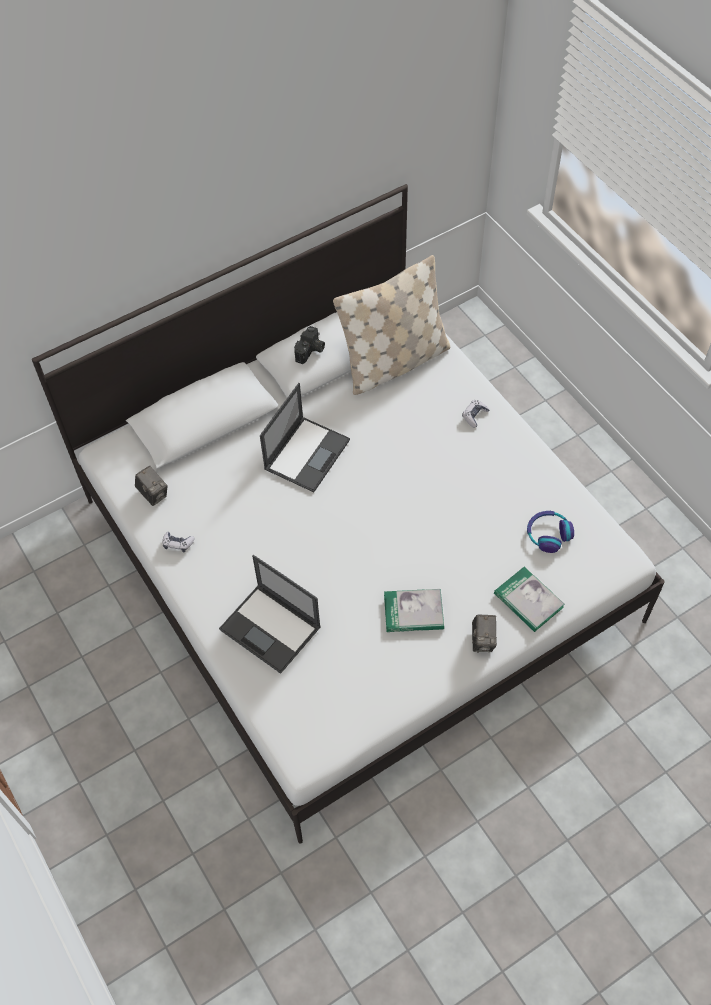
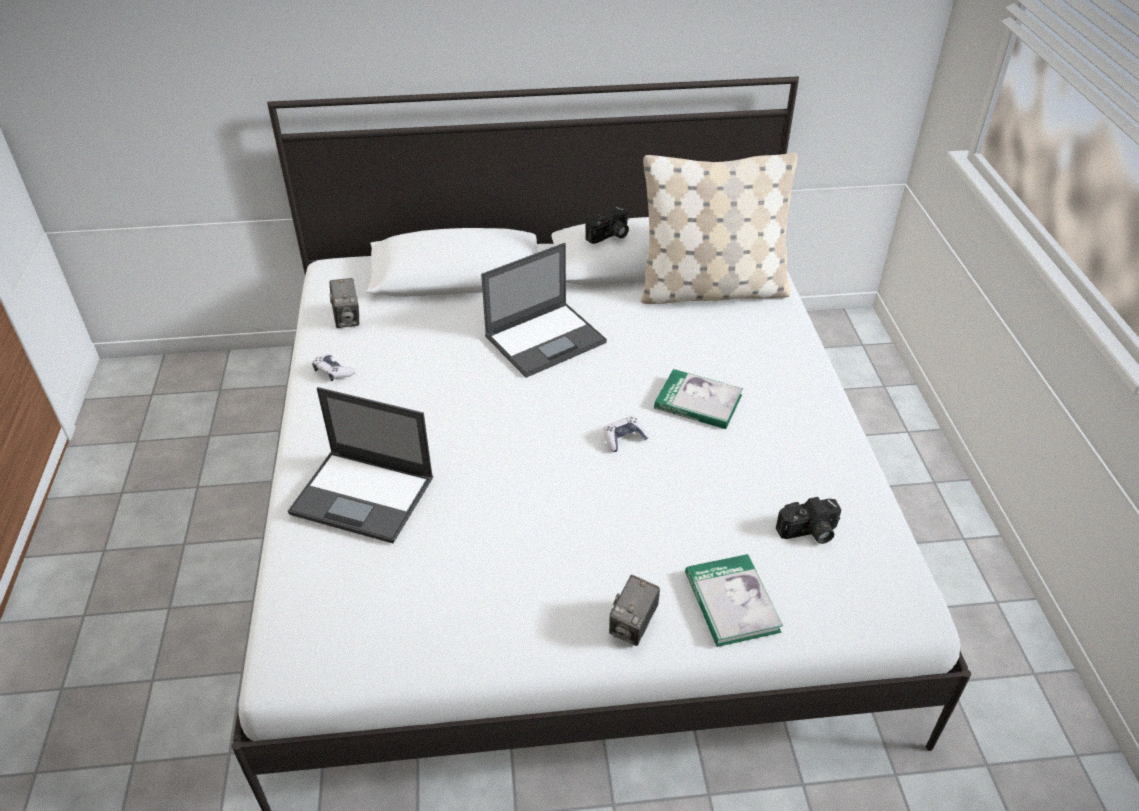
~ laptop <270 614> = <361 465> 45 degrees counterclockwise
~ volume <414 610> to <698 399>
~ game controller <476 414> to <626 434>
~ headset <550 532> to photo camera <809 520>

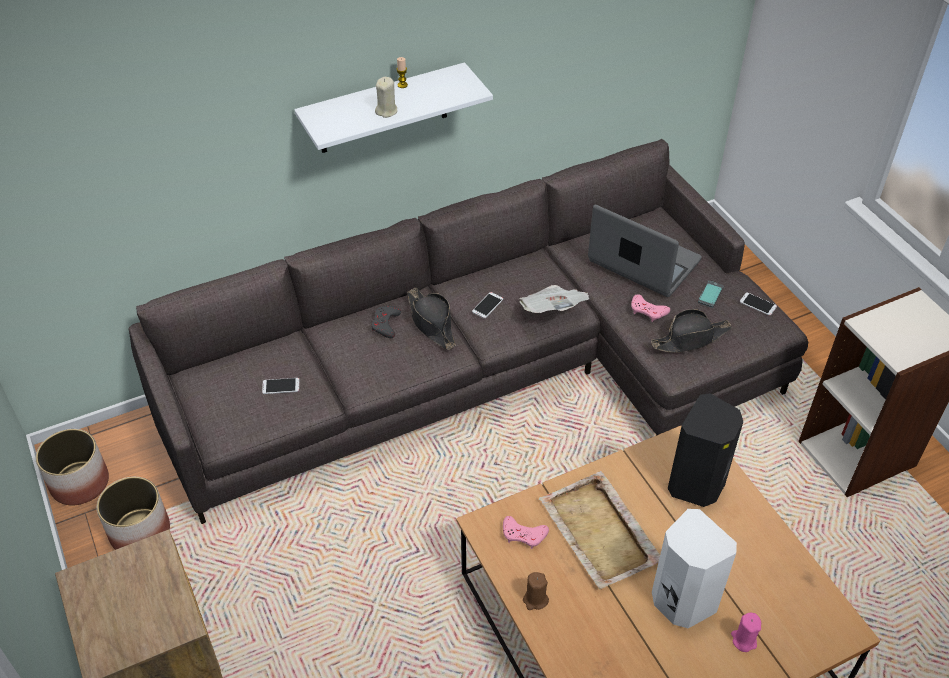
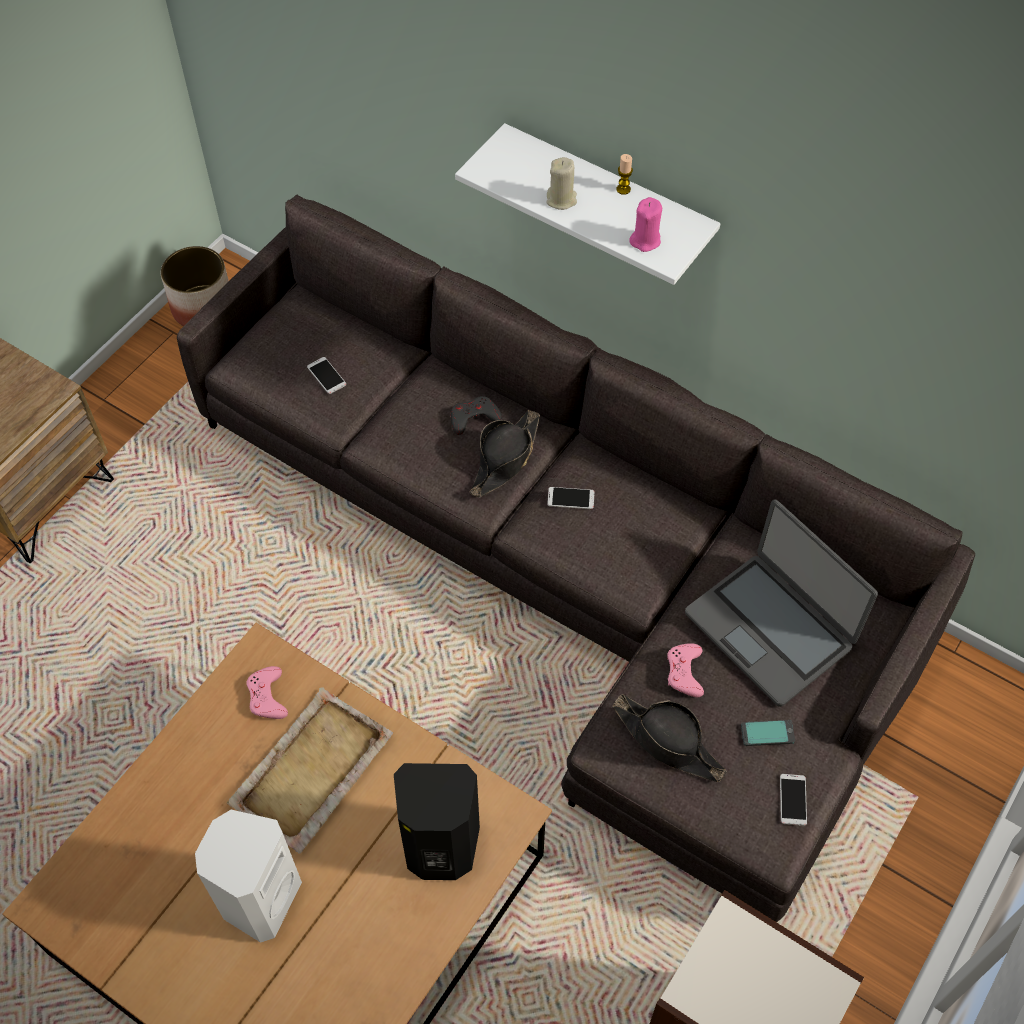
- flower pot <133 513>
- printed paper <554 299>
- candle in brown <536 591>
~ laptop <645 251> = <781 603> 135 degrees clockwise
~ candle in pink-coloured <746 632> to <645 224>

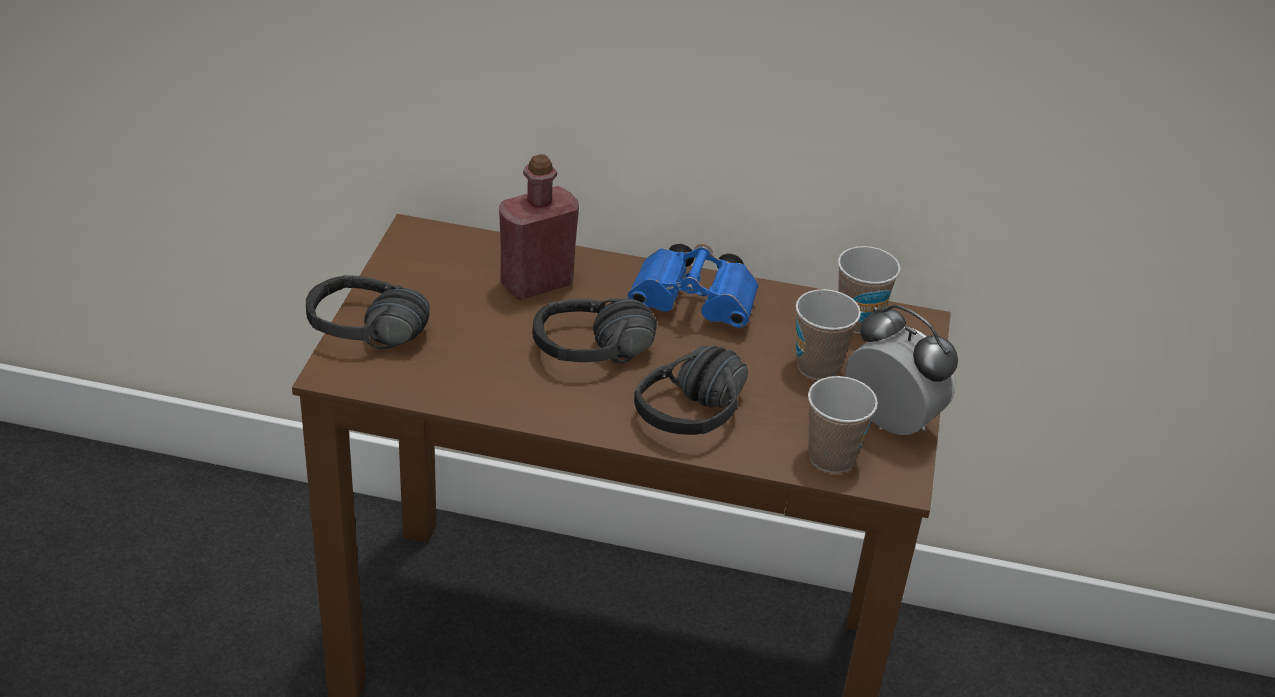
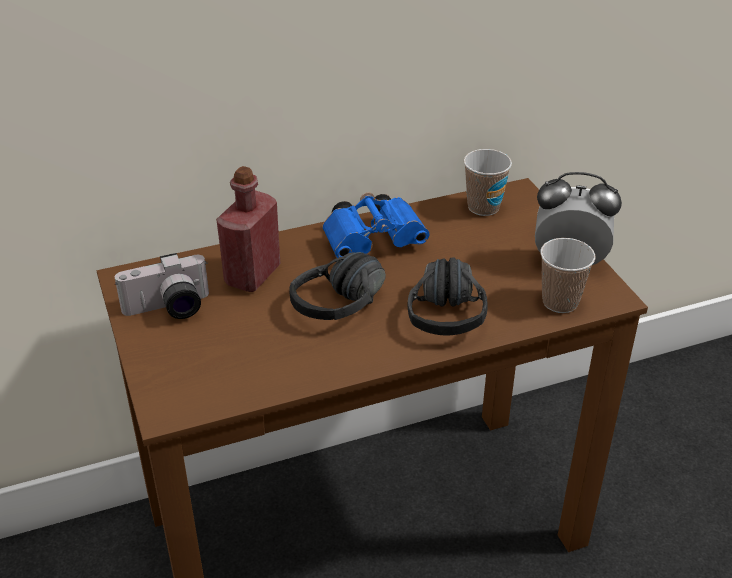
- headset in black-coloured <368 312>
- cup <828 334>
+ photo camera <162 286>

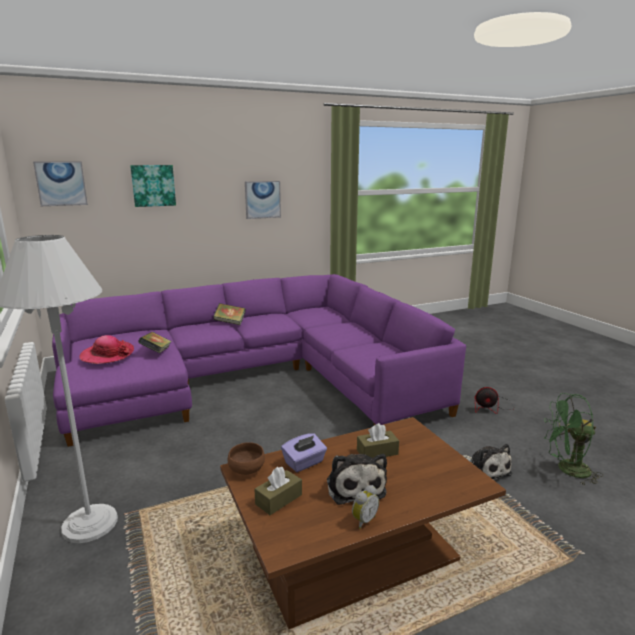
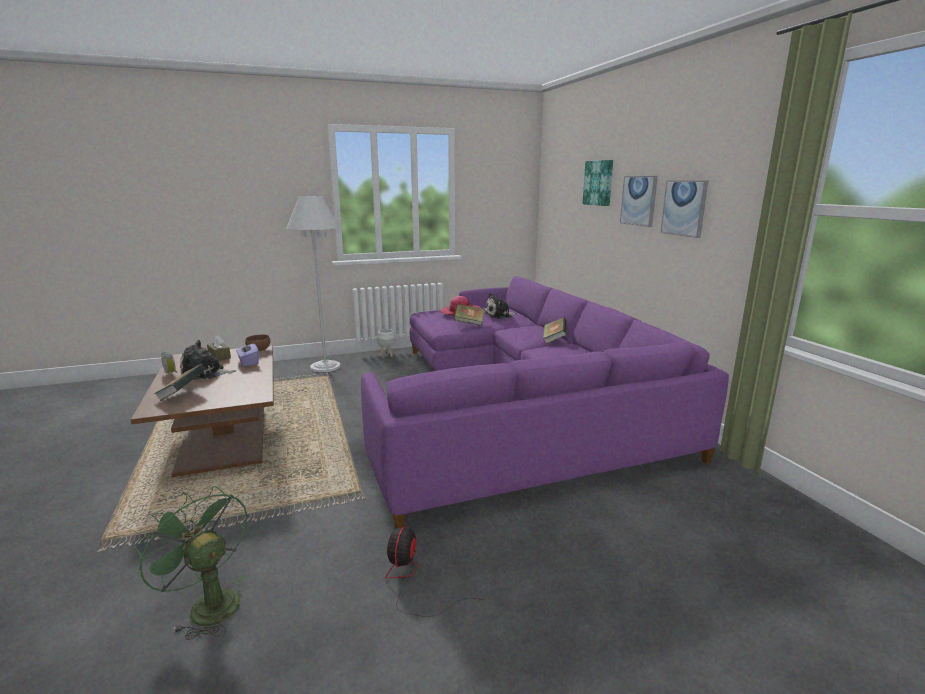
~ wall picture <60 183> to <639 201>
- tissue box in brown <378 440>
~ soft toy <487 462> to <500 305>
~ cooling fan in green <574 439> = <190 563> 60 degrees counterclockwise
+ volume <180 382>
+ flower pot in white-coloured <386 343>

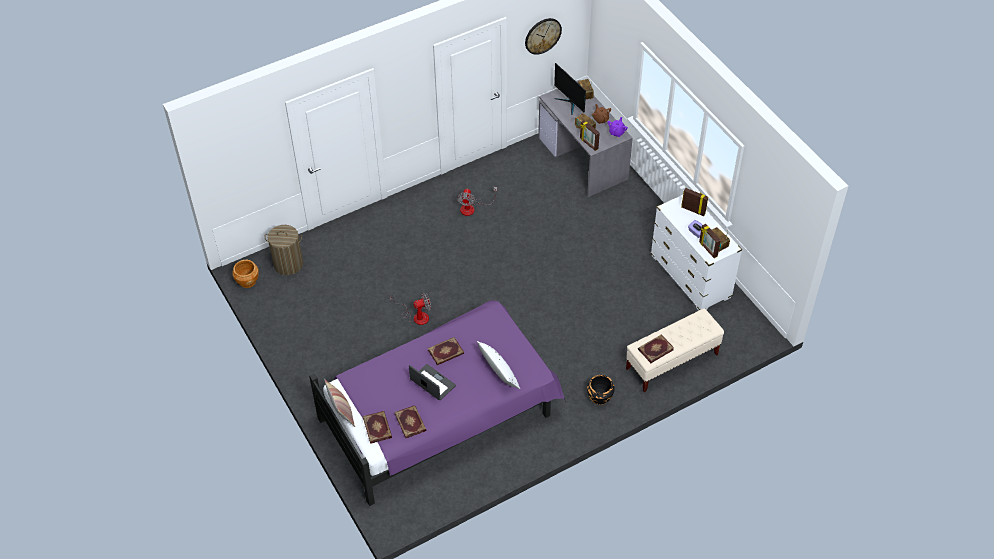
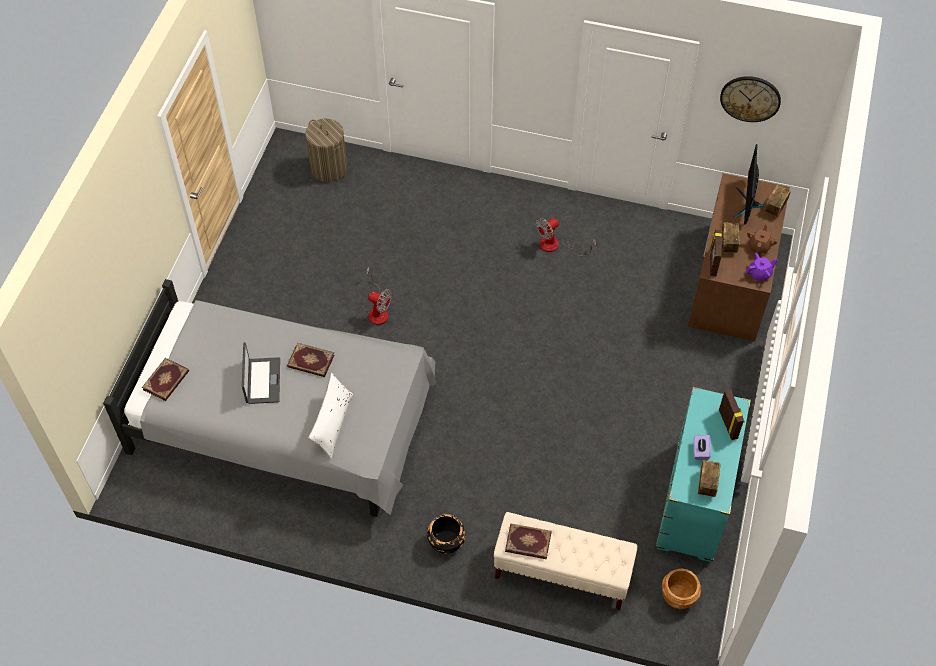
~ flower pot in brown <245 274> to <681 589>
~ bedroom bed in purple <437 403> to bedroom bed in grey <269 398>
- cushion <339 403>
- volume <410 421>
~ desk in grey <585 138> to desk in brown <739 257>
~ dresser in white-coloured <696 253> to dresser in turquoise <703 474>
- standing frame <710 241>

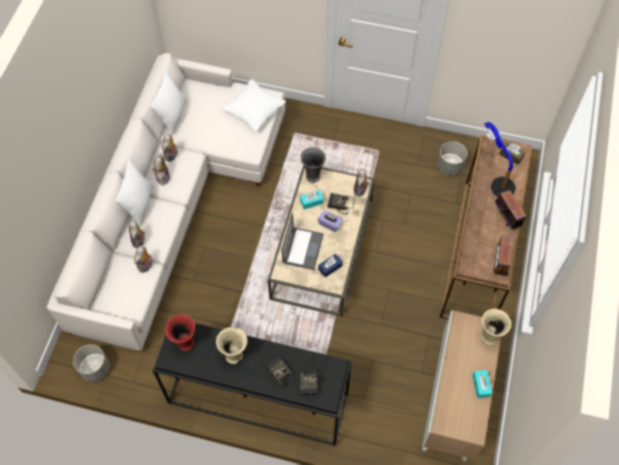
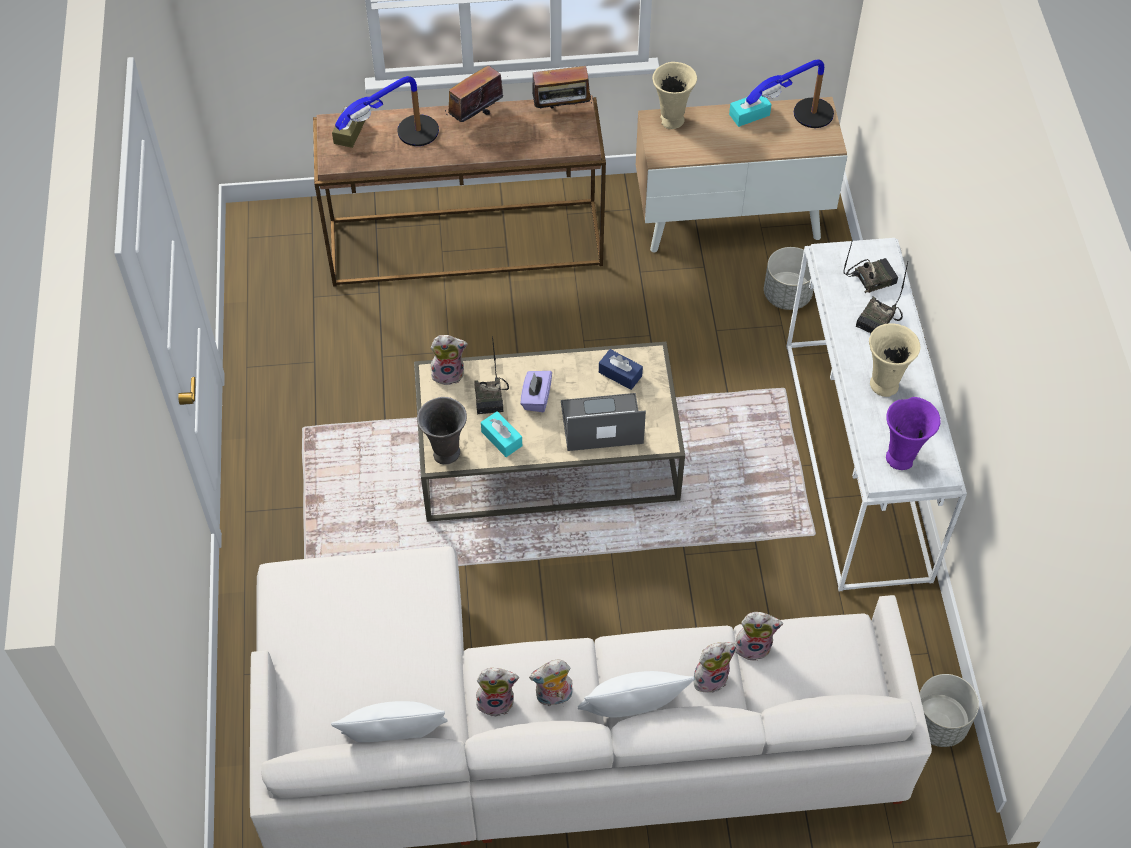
~ console table in black-coloured <252 384> to console table in white-coloured <876 414>
~ flower vase in reddish <180 332> to flower vase in purple <913 433>
- cushion in white-coloured <253 105>
~ flower pot in grey <452 158> to <789 278>
+ tabletop lamp <790 94>

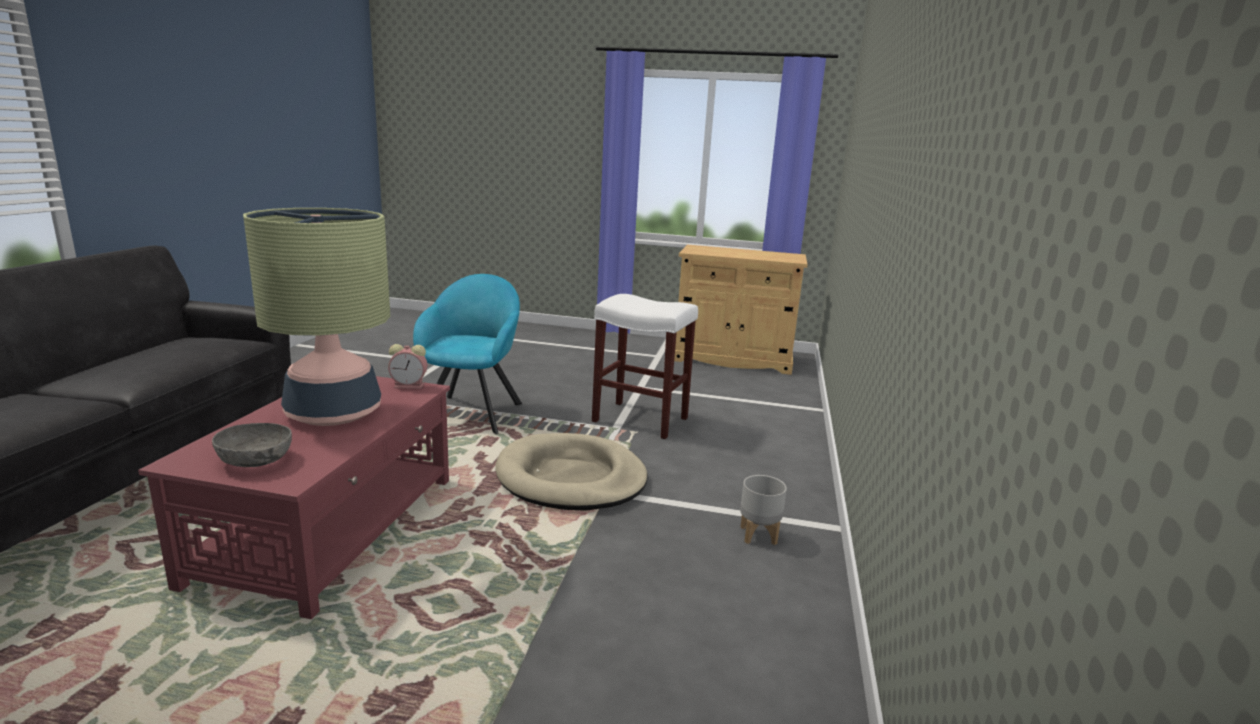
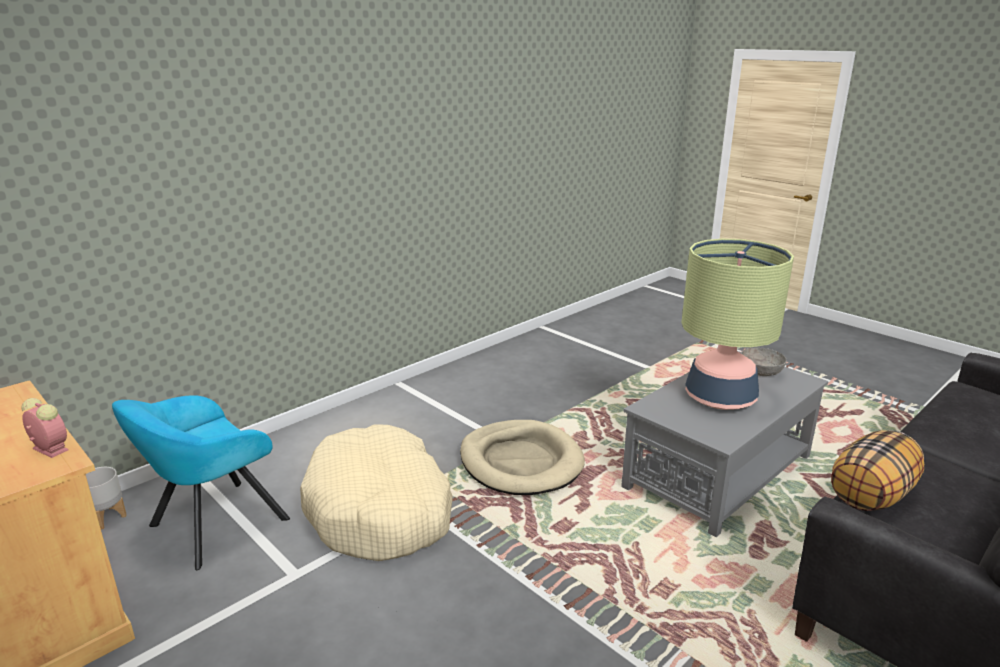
~ lounge table in reddish <294 497> to lounge table in grey <724 444>
~ bedside clock <407 366> to <44 428>
~ lounge chair in turquoise <467 354> to <201 482>
~ stool in white-coloured <645 366> to pet bed in beige-coloured <376 492>
~ flower pot in grey <763 510> to <106 498>
+ cushion <877 470>

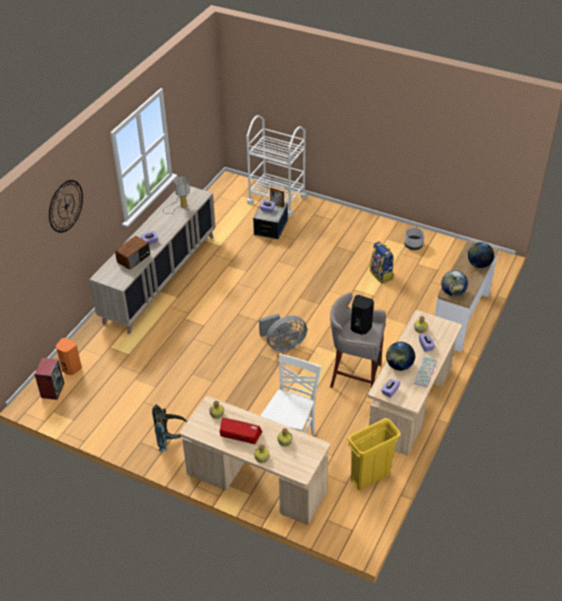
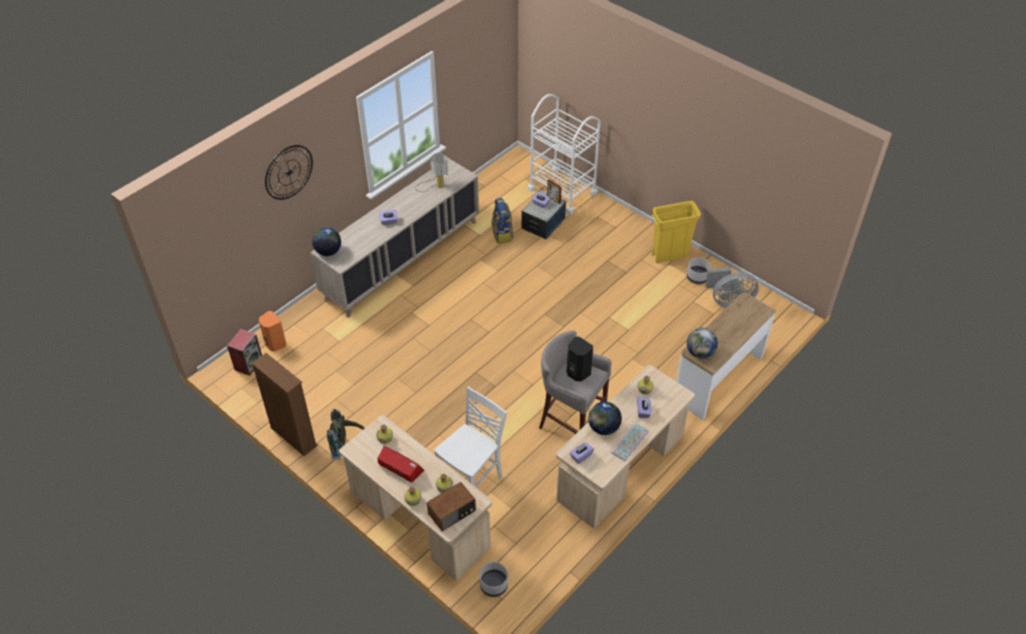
~ radio set <132 253> to <451 506>
~ cooling fan in grey <283 332> to <732 287>
~ rubbish bin in yellowish <374 454> to <676 232>
~ backpack <382 262> to <503 221>
~ world globe <481 255> to <326 241>
+ bookshelf in brown <284 404>
+ flower pot in grey <494 579>

